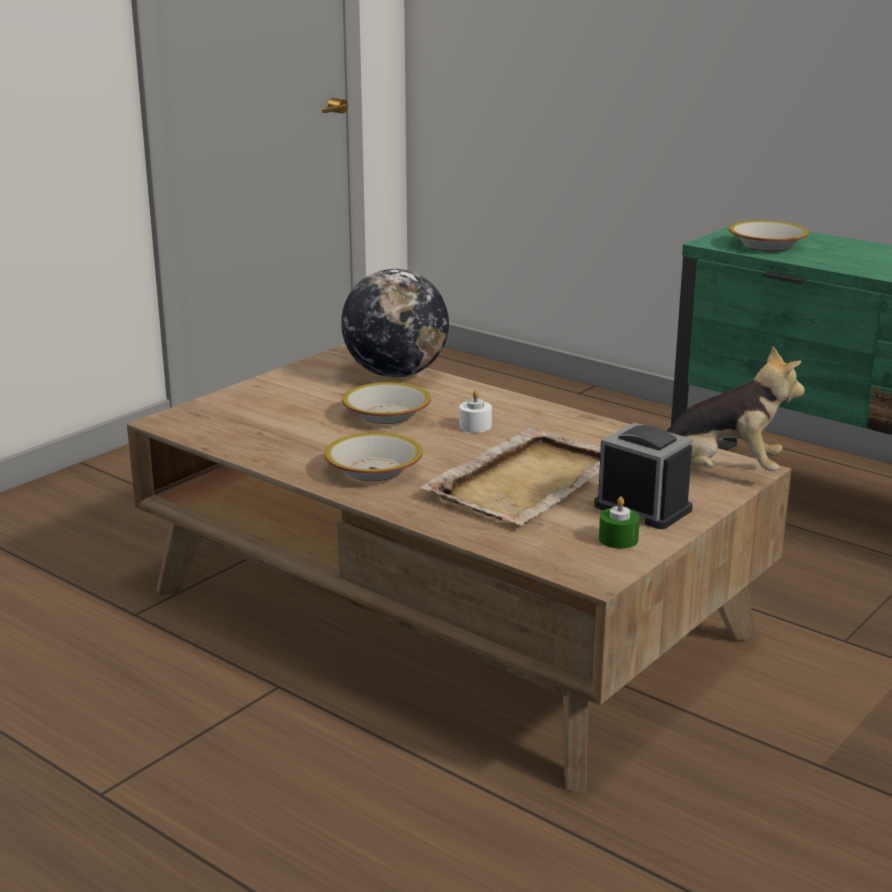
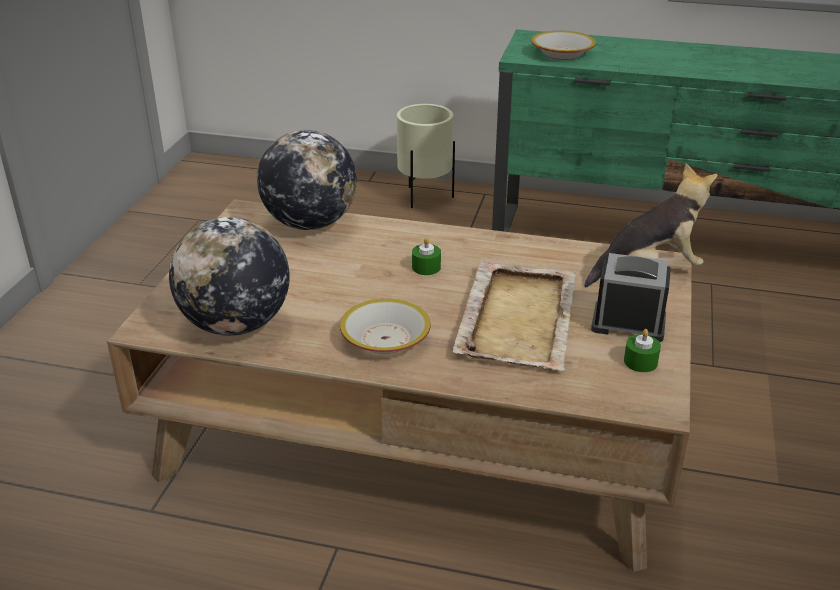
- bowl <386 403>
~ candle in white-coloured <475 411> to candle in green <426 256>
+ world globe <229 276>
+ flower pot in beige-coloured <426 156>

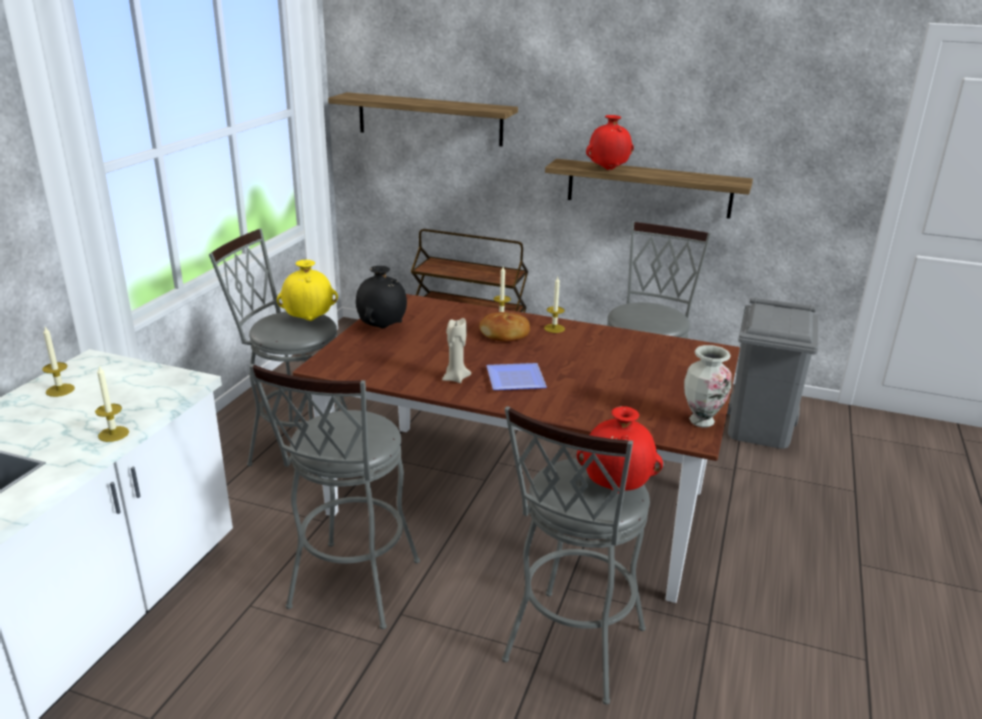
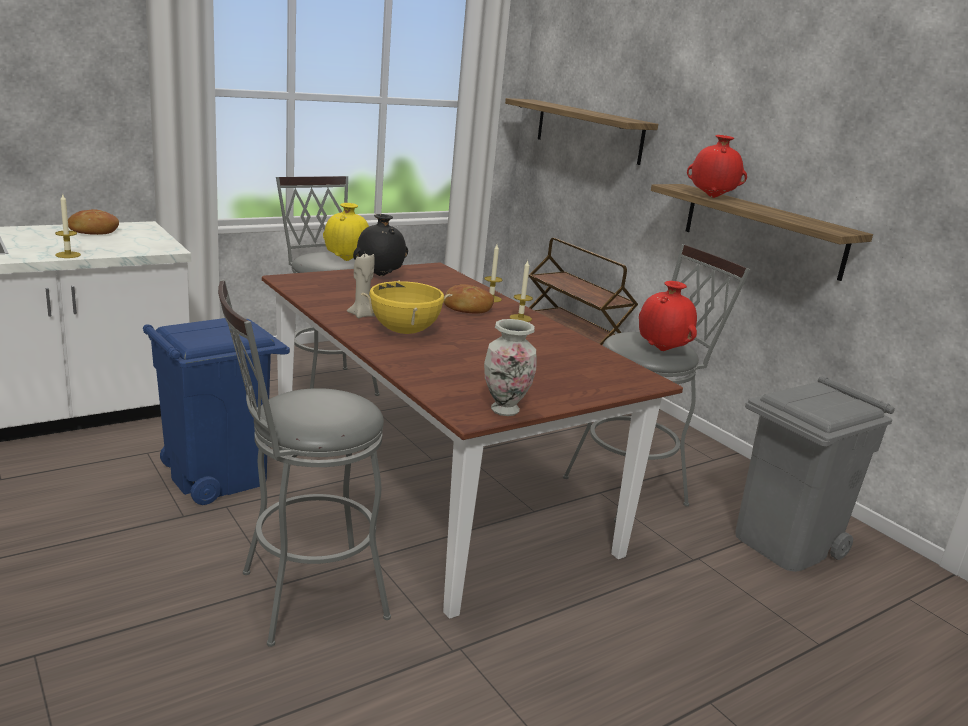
~ candle <58 362> to baked bread <93 222>
~ stool in grey <334 496> to rubbish bin in blue <216 411>
~ plate <516 376> to stockpot in yellowish <406 307>
~ flower vase in reddish <620 450> to <668 316>

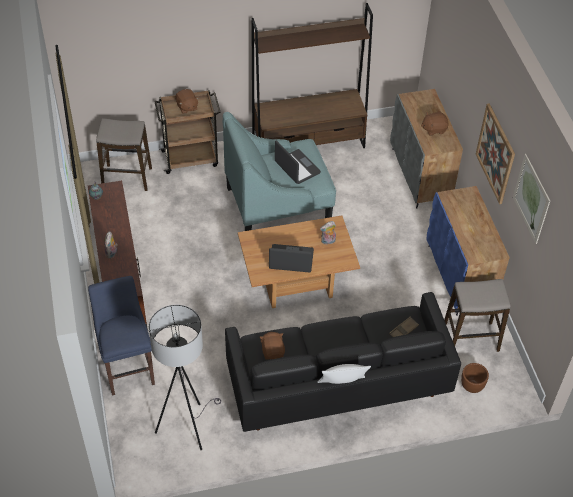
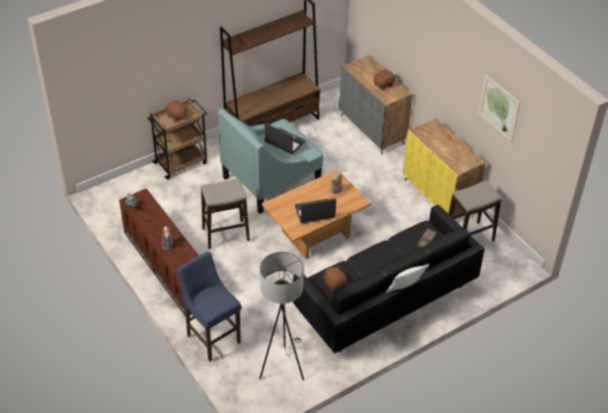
~ stool <124 155> to <225 213>
~ storage cabinet in blue <468 251> to storage cabinet in yellowish <444 167>
- flower pot in brown <475 378>
- wall picture <495 153>

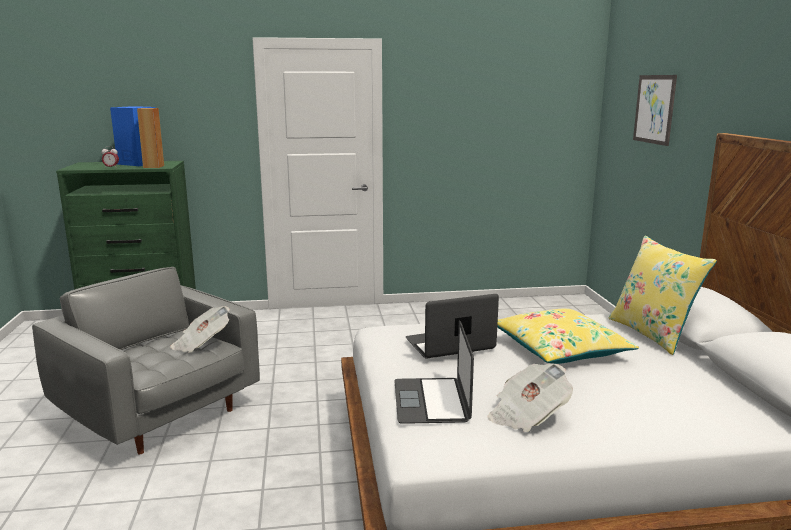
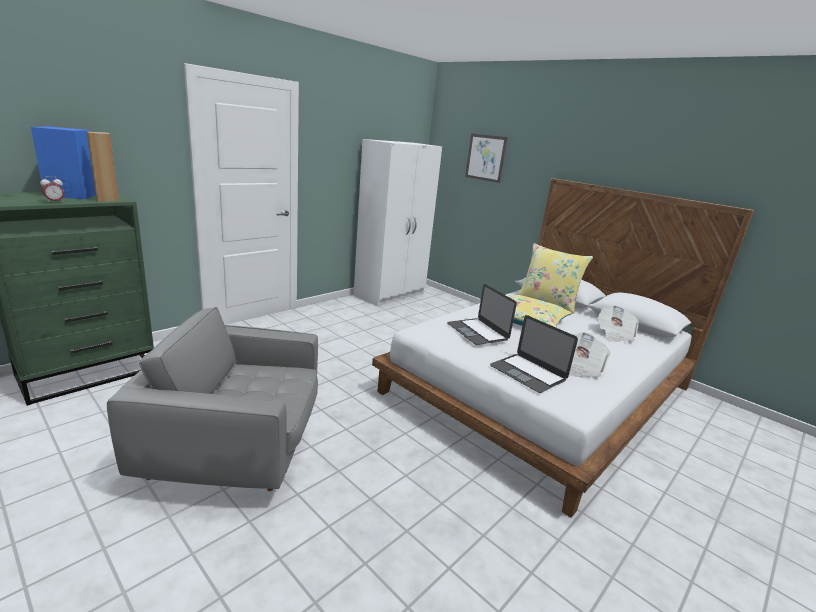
~ printed paper <200 329> to <618 323>
~ laptop <452 326> = <482 314> 60 degrees counterclockwise
+ armoire in white-coloured <398 222>

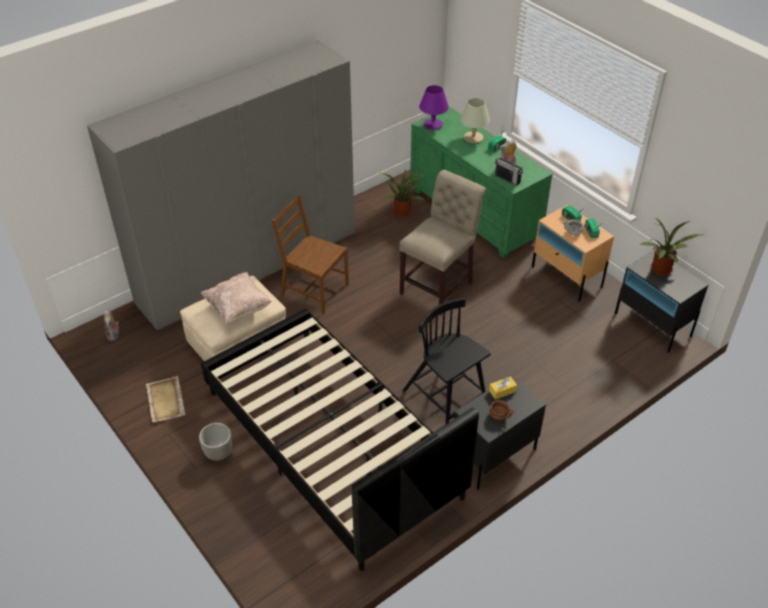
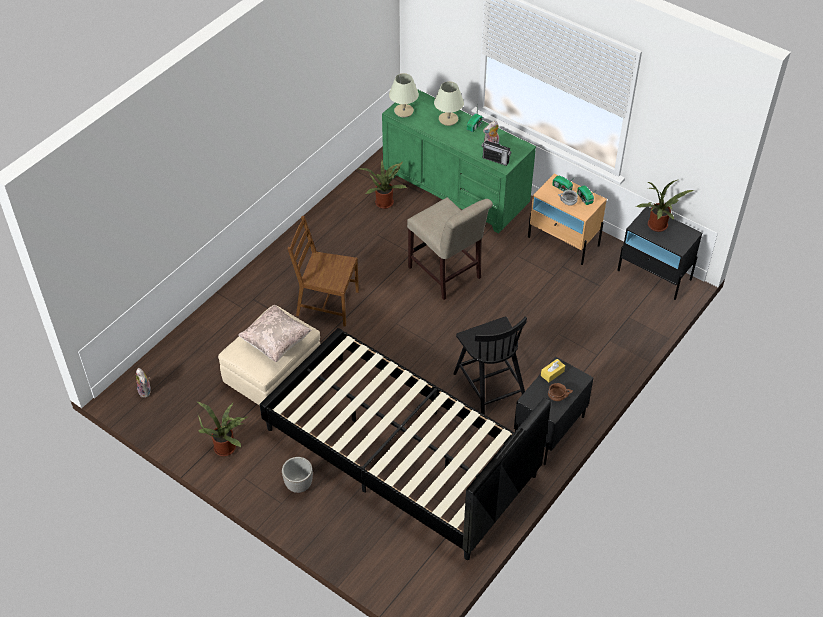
- armoire in grey <221 185>
~ tray in beige-coloured <165 399> to potted plant <222 428>
~ upright chair in beige-coloured <442 242> = <450 248> 120 degrees clockwise
~ upright chair in black-coloured <447 361> = <490 365> 150 degrees counterclockwise
~ tabletop lamp in purple <434 107> to tabletop lamp in beige-coloured <404 95>

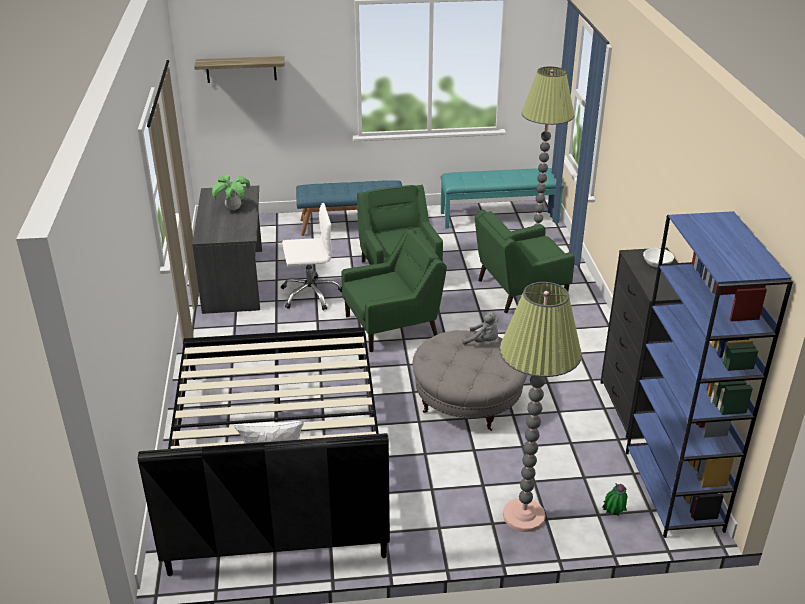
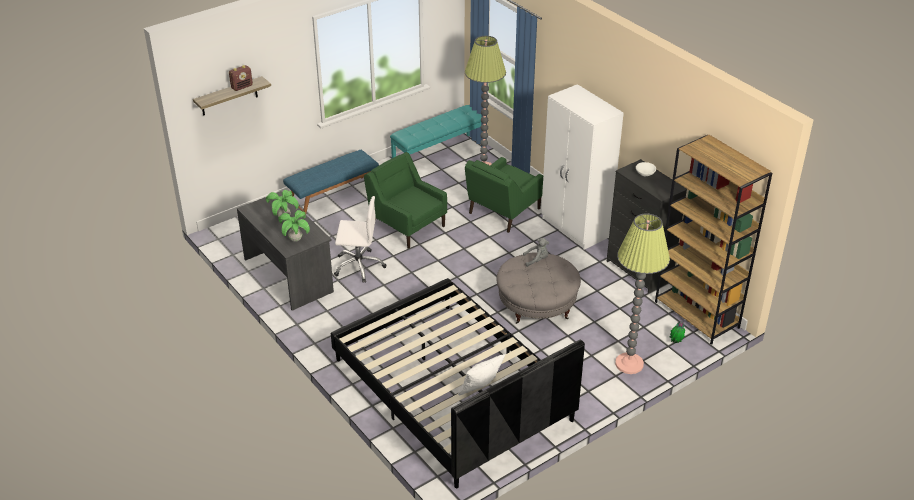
~ office chair in white-coloured <311 257> = <360 239> 45 degrees clockwise
- lounge chair in green <394 290>
~ bookshelf in blue <709 374> to bookshelf in brown <713 240>
+ radio set <241 78>
+ potted plant <294 226>
+ armoire in white-coloured <582 167>

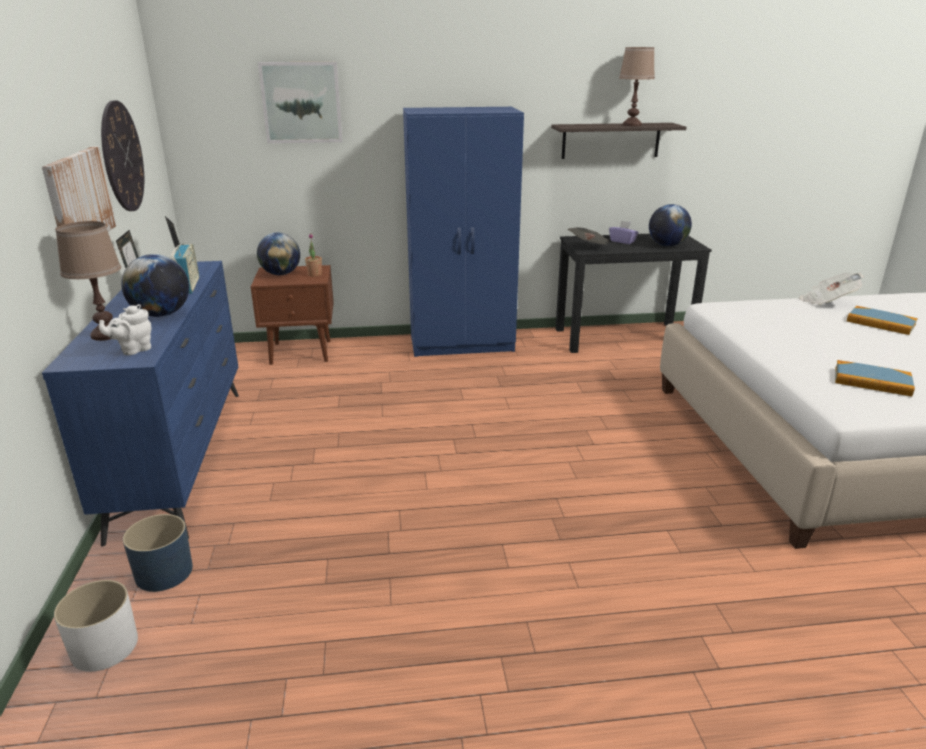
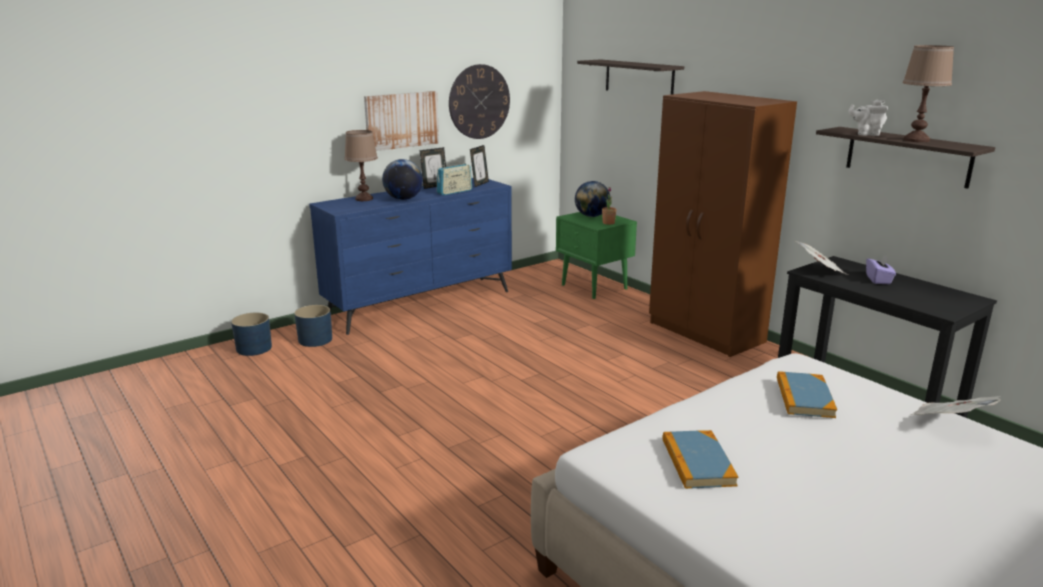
~ flower pot in white-coloured <96 626> to flower pot in blue <251 334>
~ pot for tea in white-coloured <125 329> to <868 117>
~ night table in brown <292 315> to night table in green <596 255>
~ wall picture <300 102> to wall shelf <630 77>
~ armoire in blue <463 232> to armoire in brown <723 224>
- world globe <670 225>
~ volume <882 320> to <807 394>

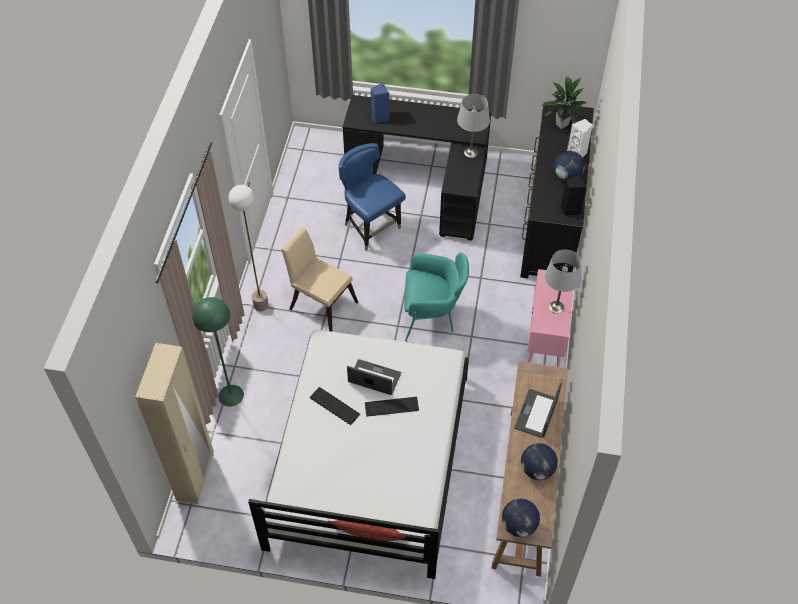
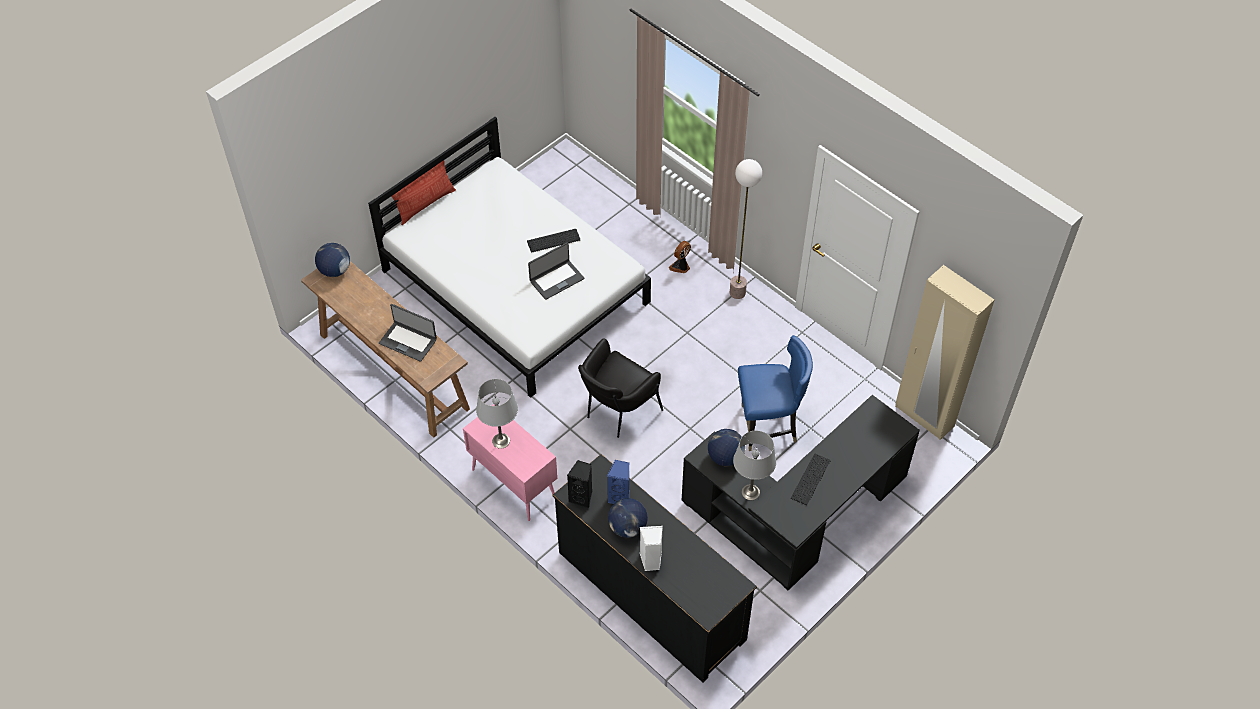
~ armoire in beige-coloured <174 423> to <944 352>
- standing lamp in green <218 352>
- upright chair in beige-coloured <319 279>
~ PC keyboard <392 407> to <811 479>
~ audio speaker in blue <380 103> to <618 482>
~ lounge chair in turquoise <436 296> to lounge chair in black-coloured <620 388>
~ laptop <538 410> = <408 333> 150 degrees clockwise
~ world globe <539 461> to <726 447>
- potted plant <564 102>
+ cooling fan <680 257>

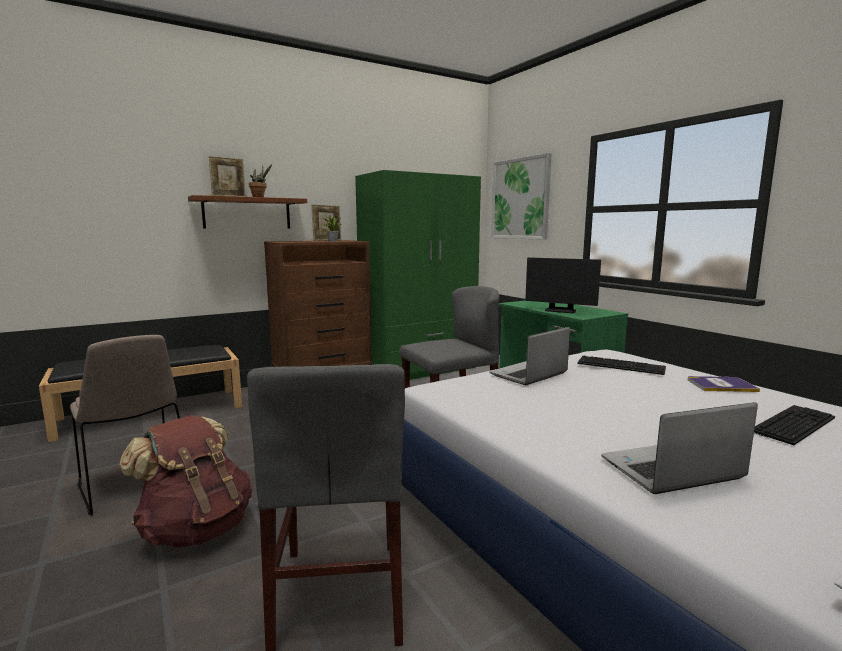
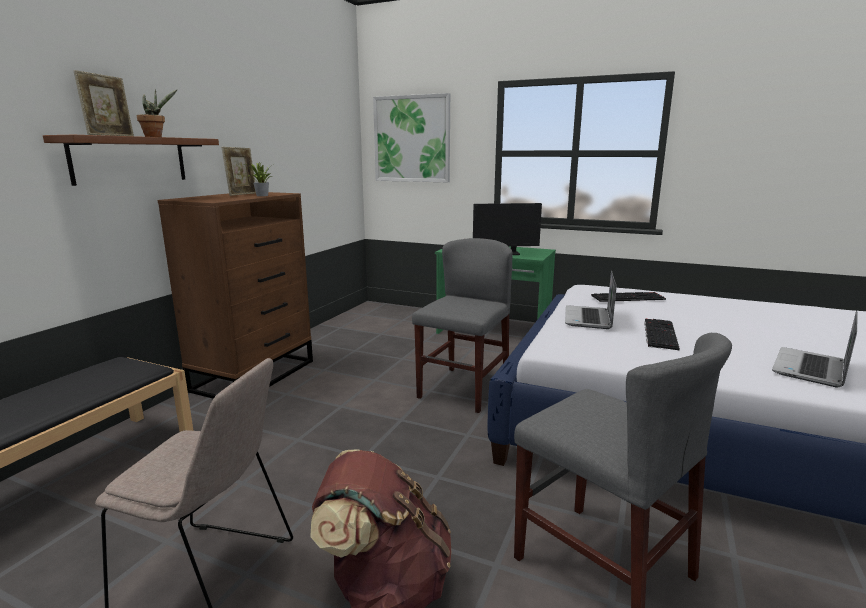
- armoire in green <418 275>
- volume <724 384>
~ PC keyboard <794 425> to <662 334>

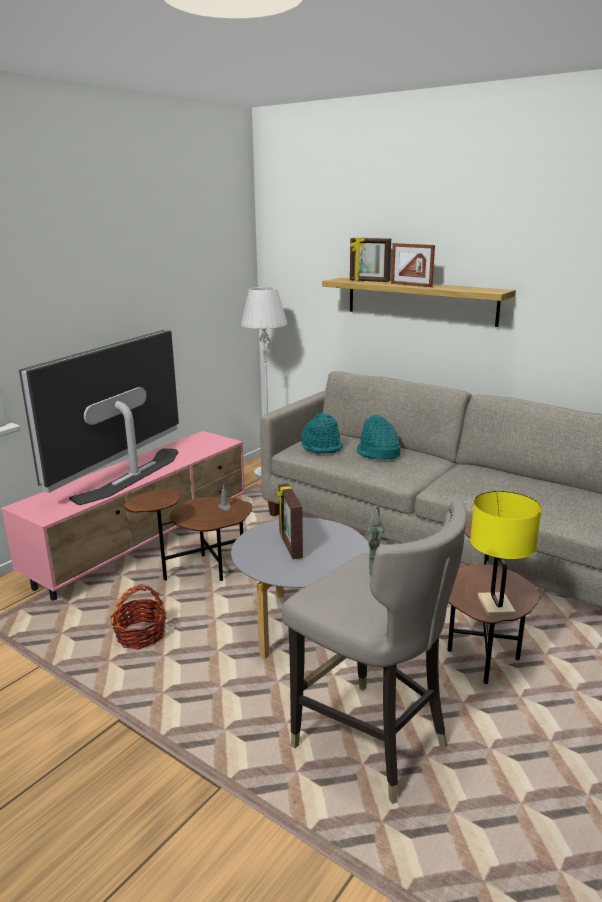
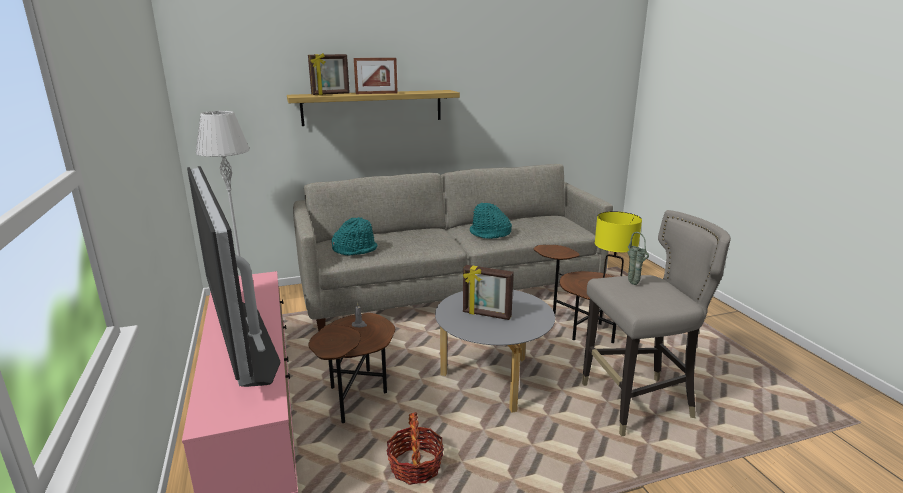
~ hat in turquoise <379 437> to <491 221>

